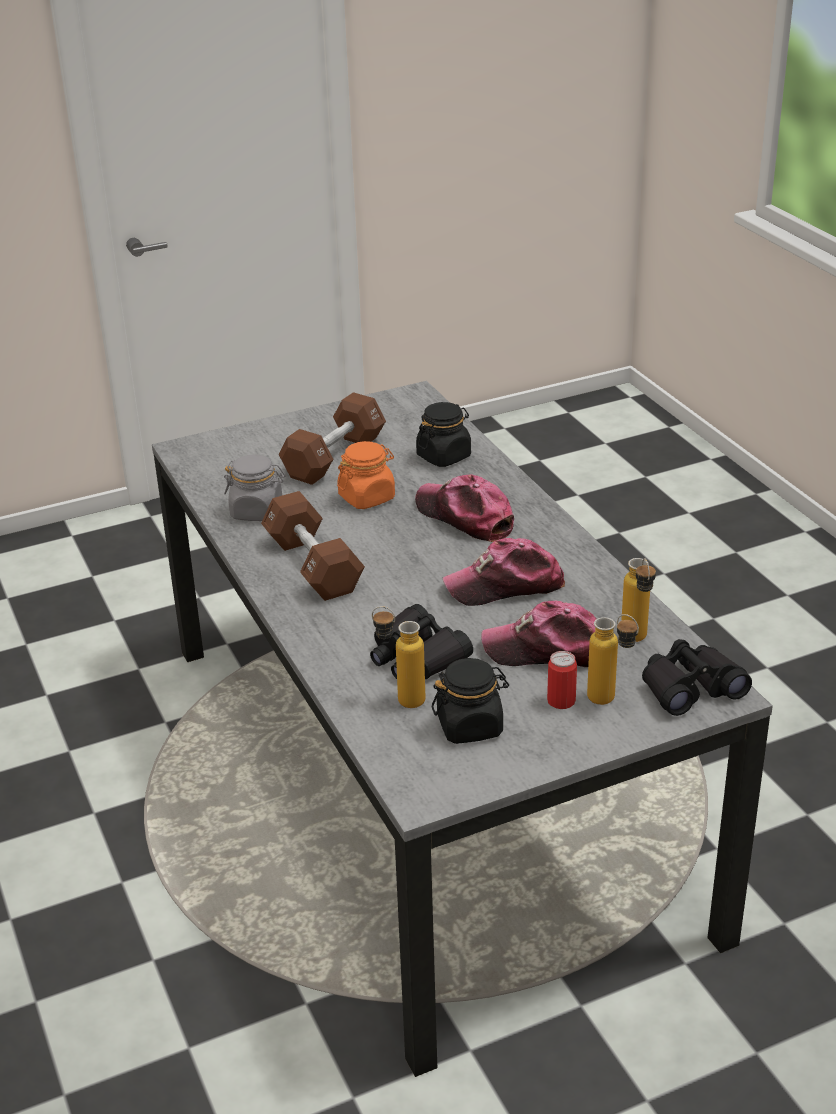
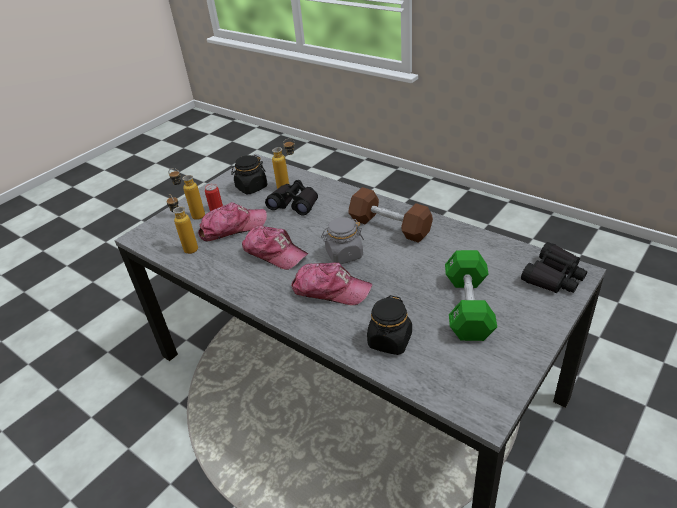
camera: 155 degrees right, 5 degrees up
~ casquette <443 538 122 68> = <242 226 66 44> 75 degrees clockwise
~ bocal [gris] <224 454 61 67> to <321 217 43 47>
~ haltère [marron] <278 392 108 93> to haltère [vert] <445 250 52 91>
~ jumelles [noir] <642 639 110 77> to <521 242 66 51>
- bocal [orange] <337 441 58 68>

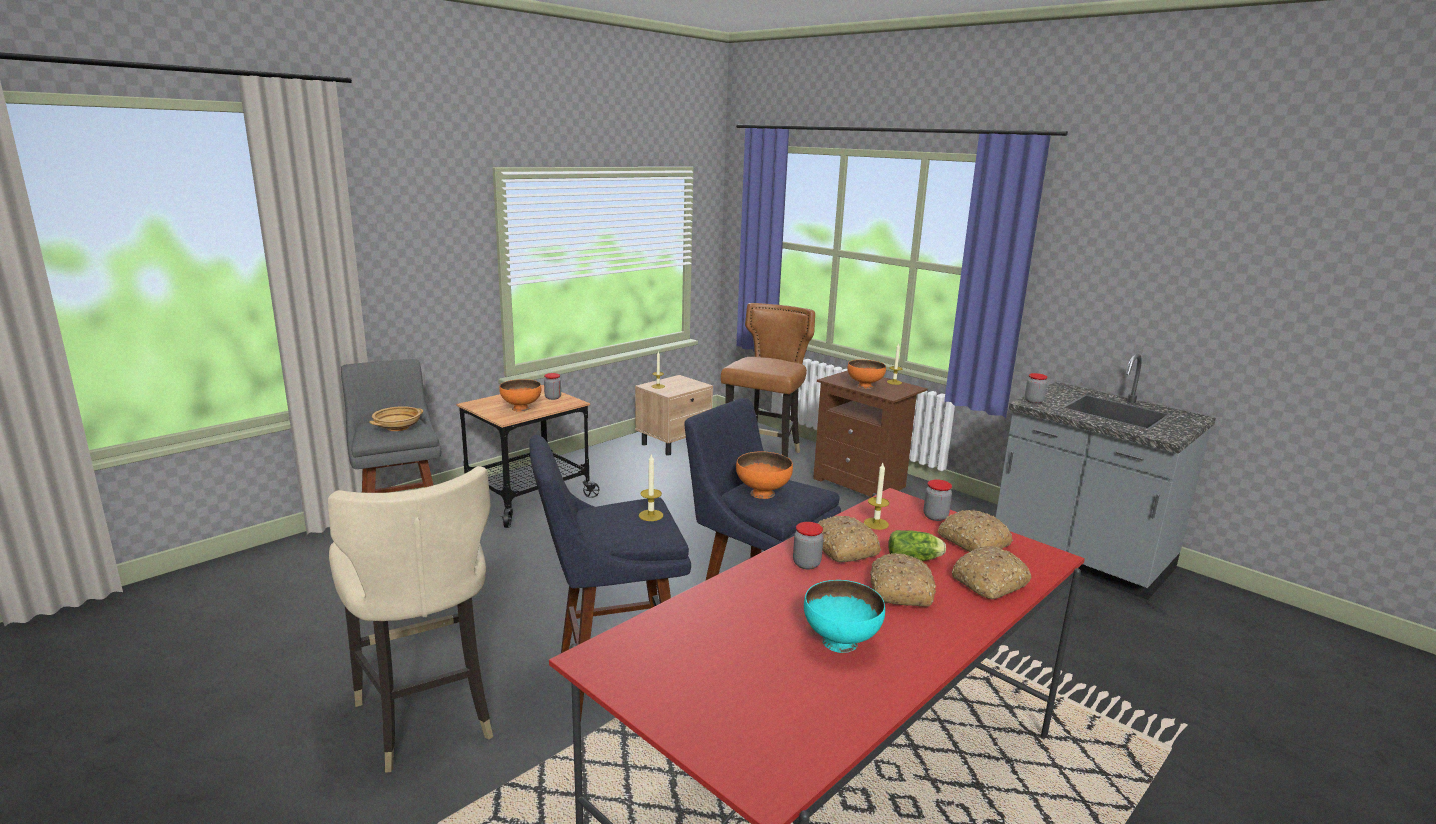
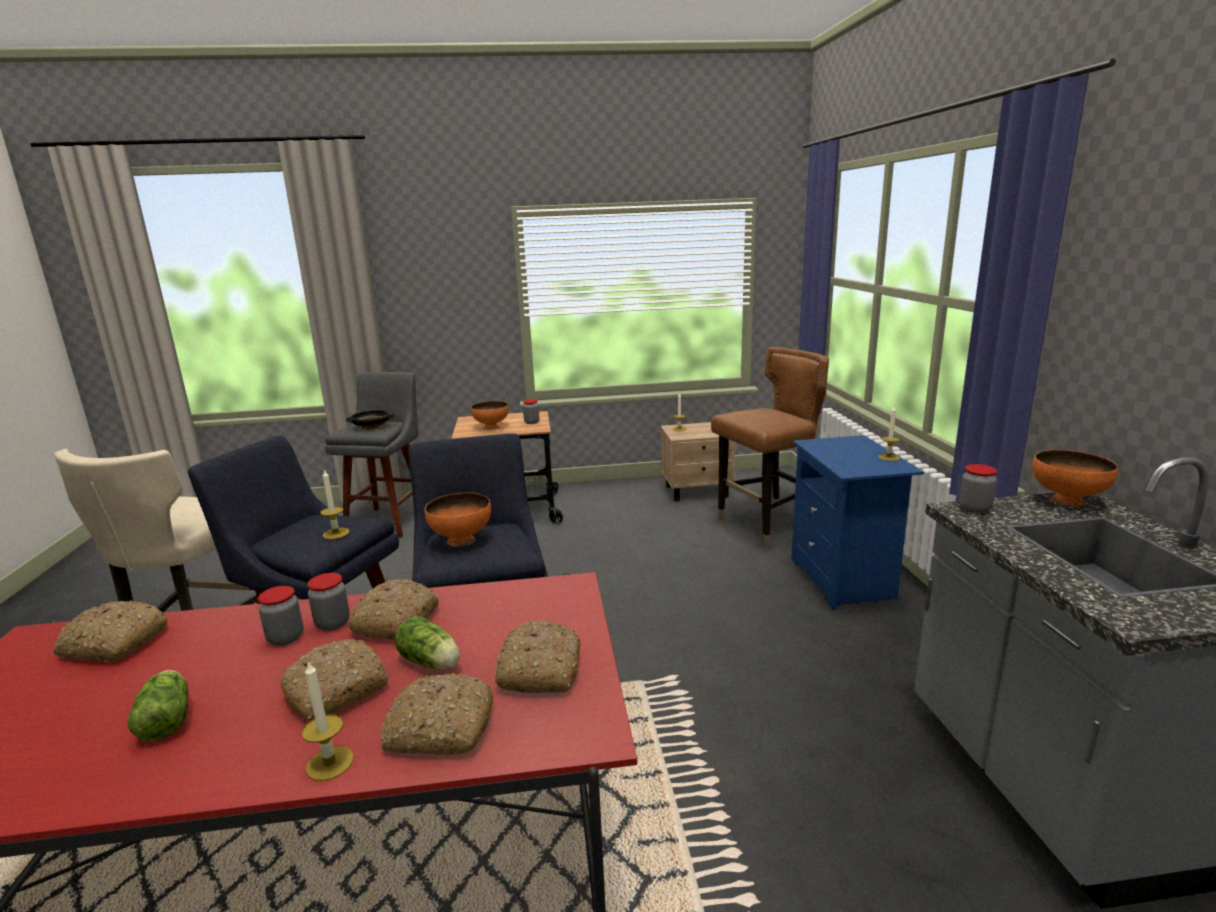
camera: 40 degrees right, 0 degrees up
+ pain <53 600 116 62>
~ bol [turquoise] <804 580 81 73> to laitue <127 670 61 71>
~ bocal <923 479 29 42> to <258 586 45 60>
~ bougie <864 463 25 67> to <301 660 53 121>
~ bol [beige] <369 406 54 25> to bol [noir] <346 410 48 19>
~ table de chevet [marron] <813 370 115 127> to table de chevet [bleu] <791 435 133 175>
~ bol [orange] <847 360 39 29> to <1032 450 86 57>

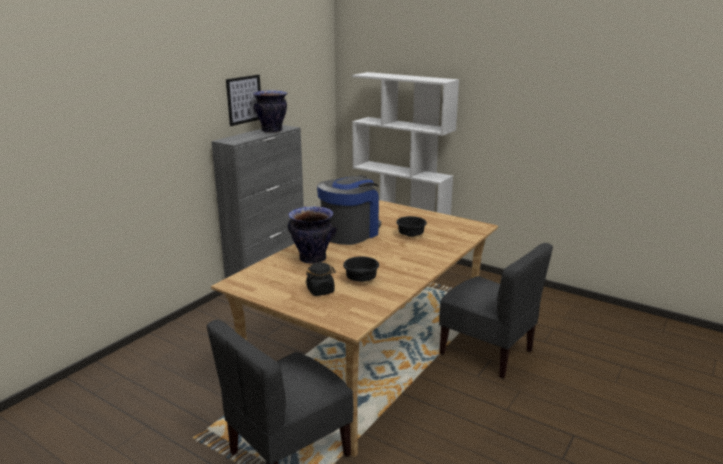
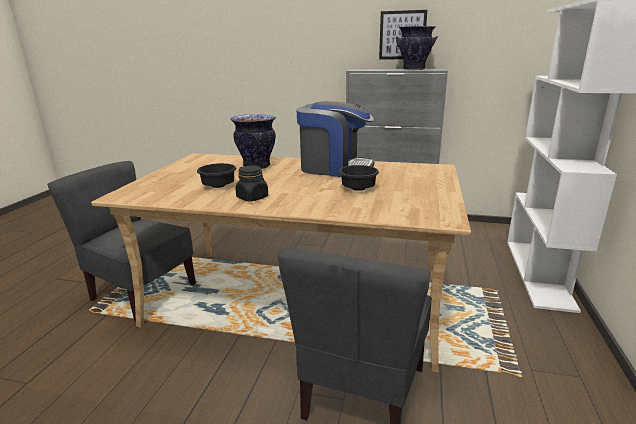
camera: 70 degrees right, 0 degrees up
~ bocal [noir] <305 263 31 33> to <235 166 33 35>

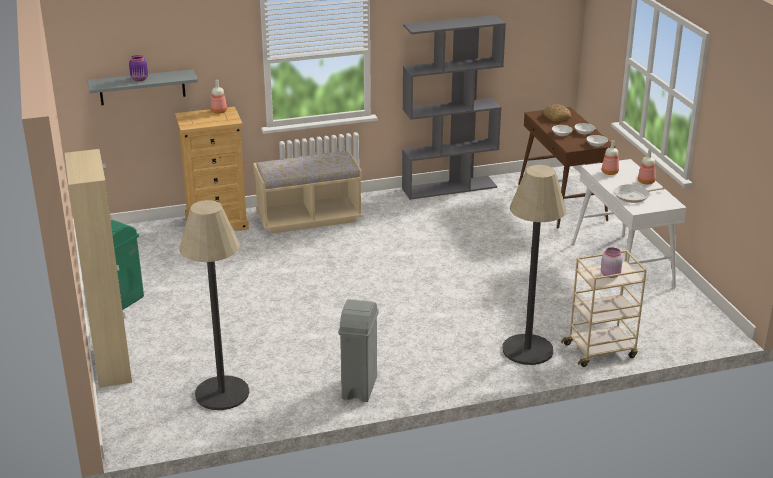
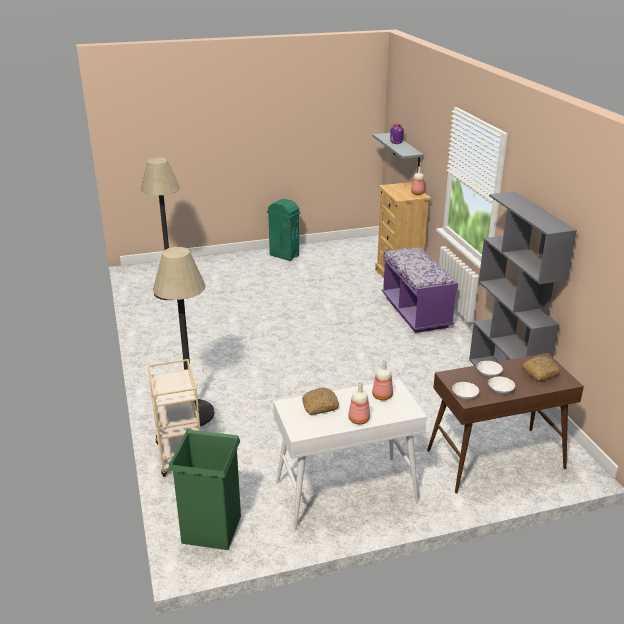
camera: 90 degrees right, 0 degrees up
+ poubelle [vert] <168 430 73 120>
~ poêle <614 185 51 18> to pain <302 388 37 27>
~ banc [beige] <253 151 110 83> to banc [violet] <382 247 76 86>
- meuble de rangement [beige] <65 149 67 239>
- poubelle [gris] <338 299 41 103>
- bocal [rose] <601 247 22 31>

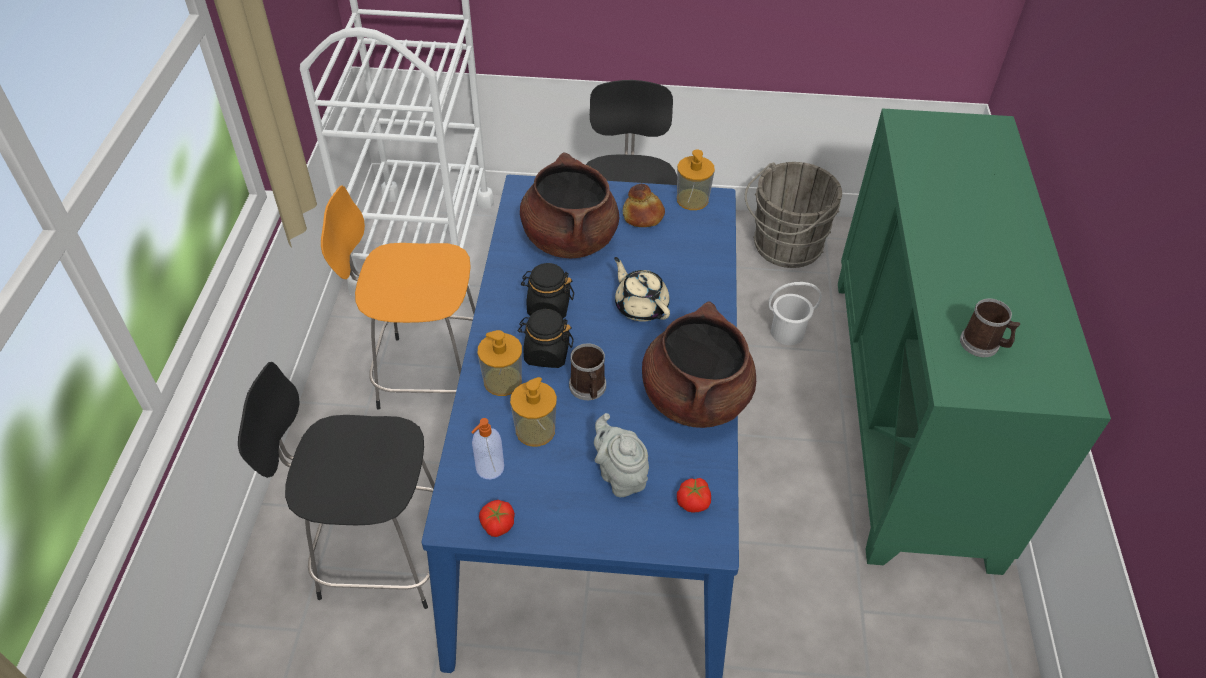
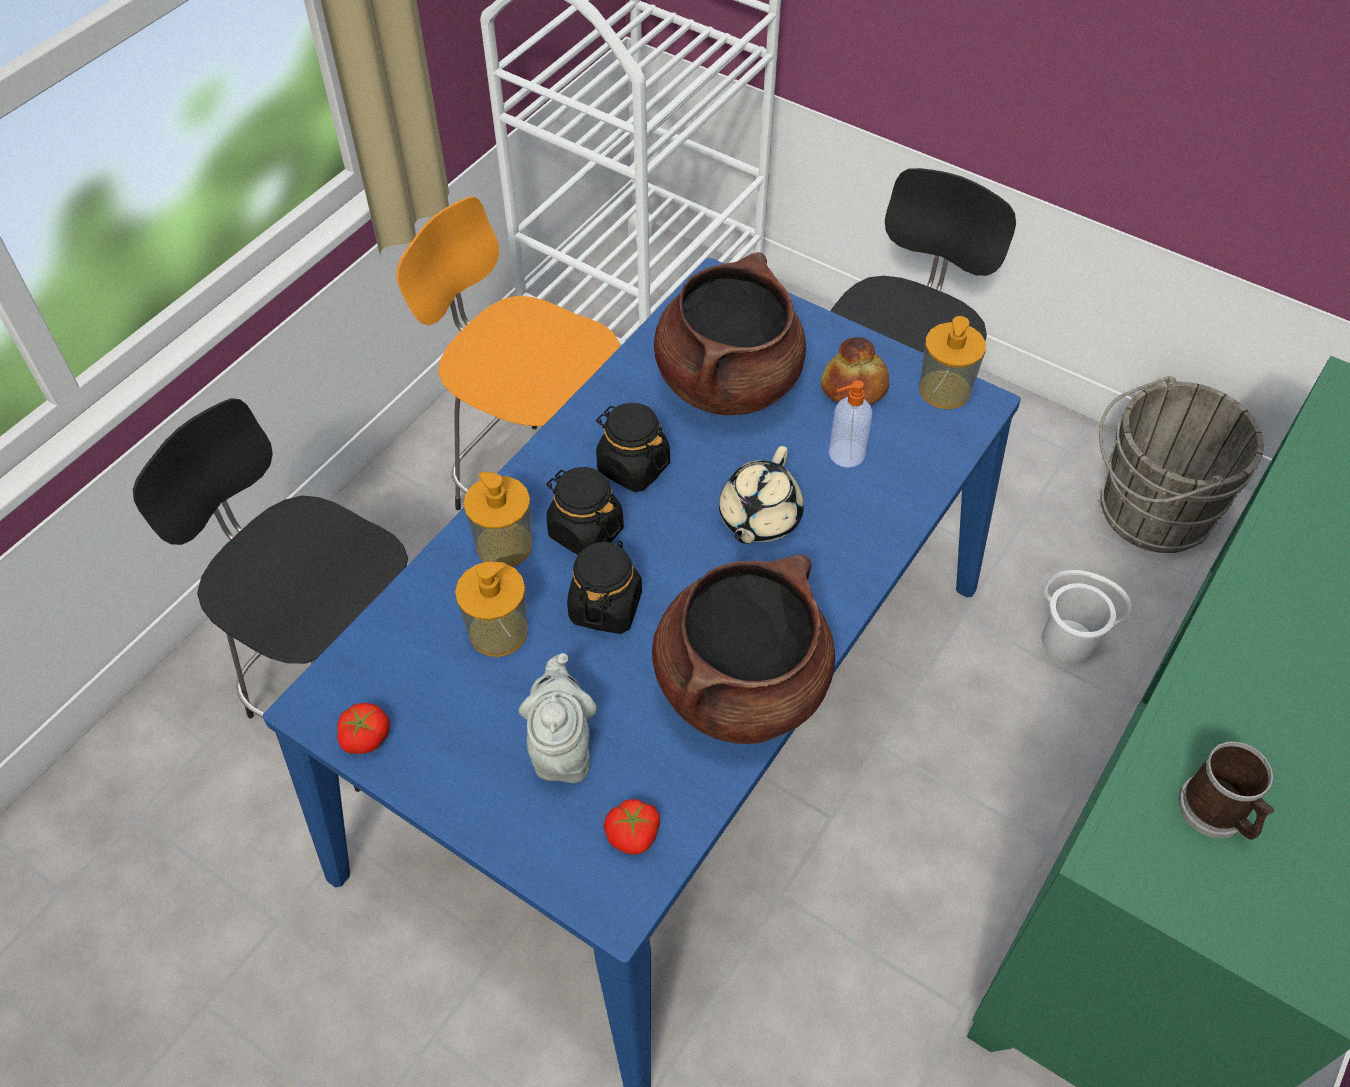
camera: 30 degrees right, 5 degrees up
~ mug <569 343 37 57> to bocal [noir] <567 537 75 97>
~ théière [beige] <614 257 56 65> = <719 446 85 98> 150 degrees counterclockwise
~ distributeur de savon <471 418 33 62> to <829 380 43 88>

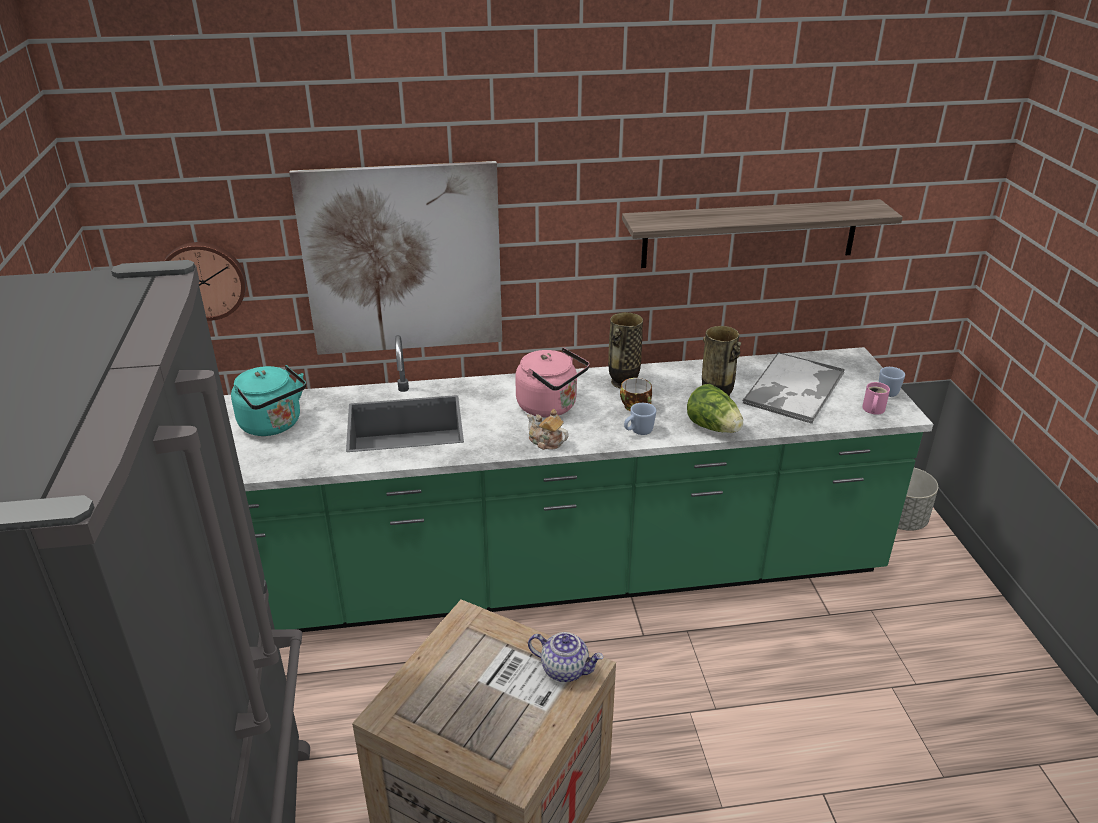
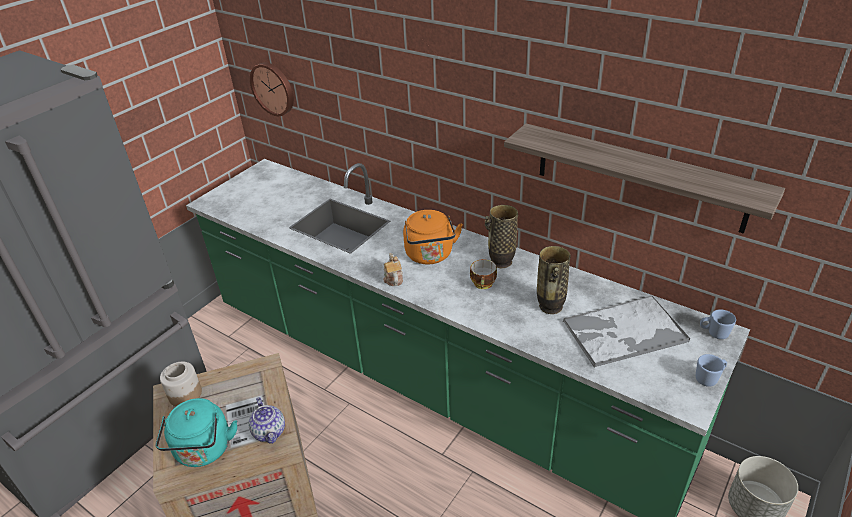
camera: 45 degrees right, 5 degrees up
~ bouilloire [turquoise] <231 365 75 71> to <155 398 82 69>
+ bocal <160 362 42 44>
~ bouilloire [rose] <515 347 74 70> to bouilloire [orange] <403 210 60 54>
~ mug [bleu] <624 403 32 32> to <700 309 36 30>
- tableau <289 161 213 194>
- laitue <687 384 56 49>
- mug [rose] <862 382 28 33>

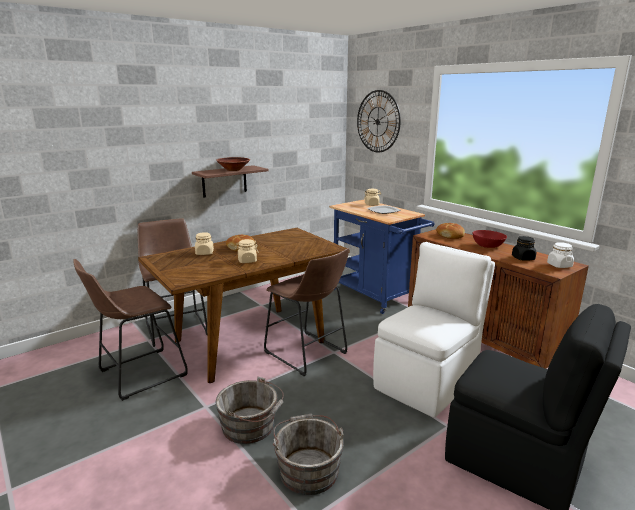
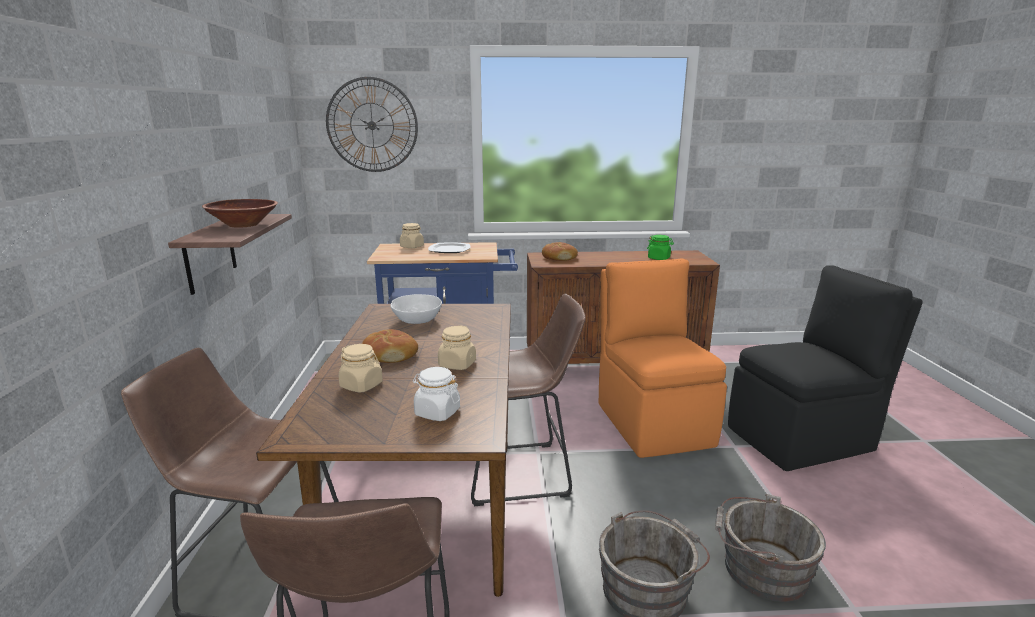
camera: 55 degrees left, 0 degrees up
+ bol [blanc] <390 294 52 30>
~ bocal [blanc] <547 242 27 26> to <413 367 47 54>
~ chaise [blanc] <373 242 122 175> to chaise [orange] <599 259 128 199>
~ bocal [noir] <512 236 24 25> to bocal [vert] <647 235 27 25>
- bol [rouge] <473 230 34 18>

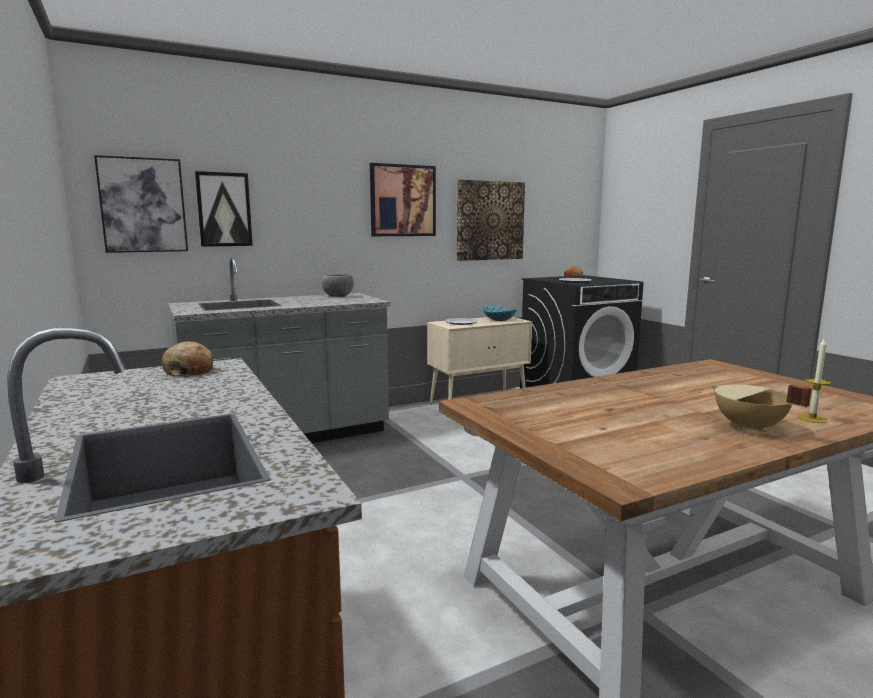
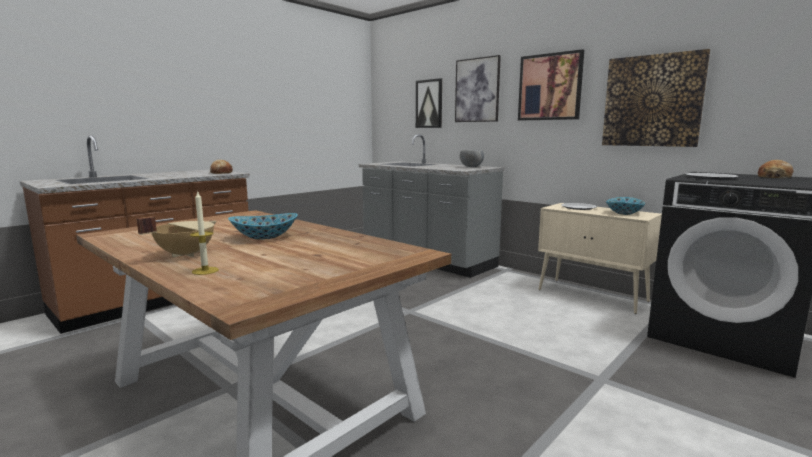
camera: 70 degrees right, 0 degrees up
+ bol <228 213 70 27>
~ tableau <94 155 94 98> to <455 55 46 67>

